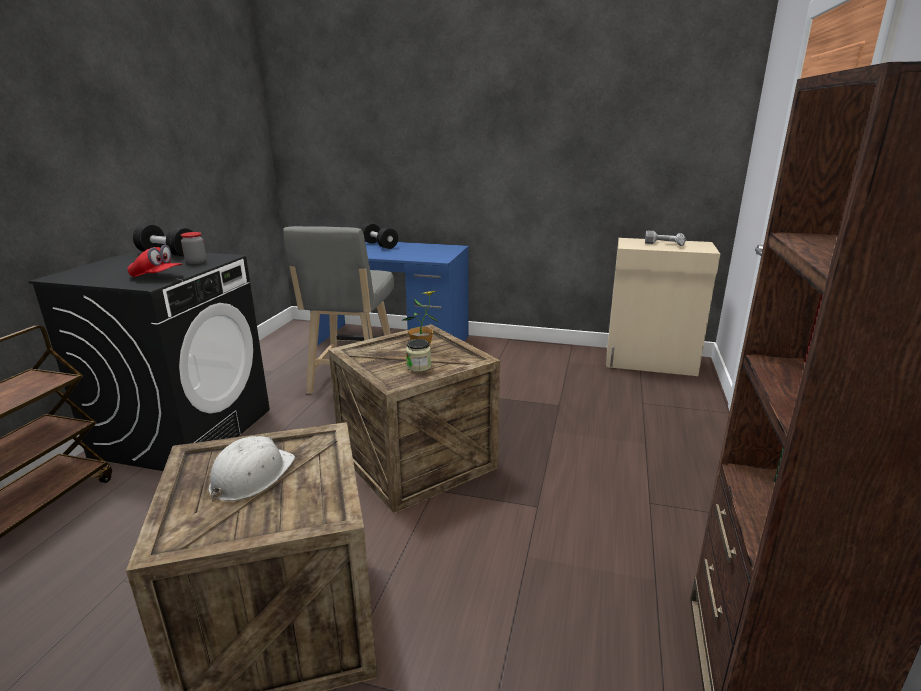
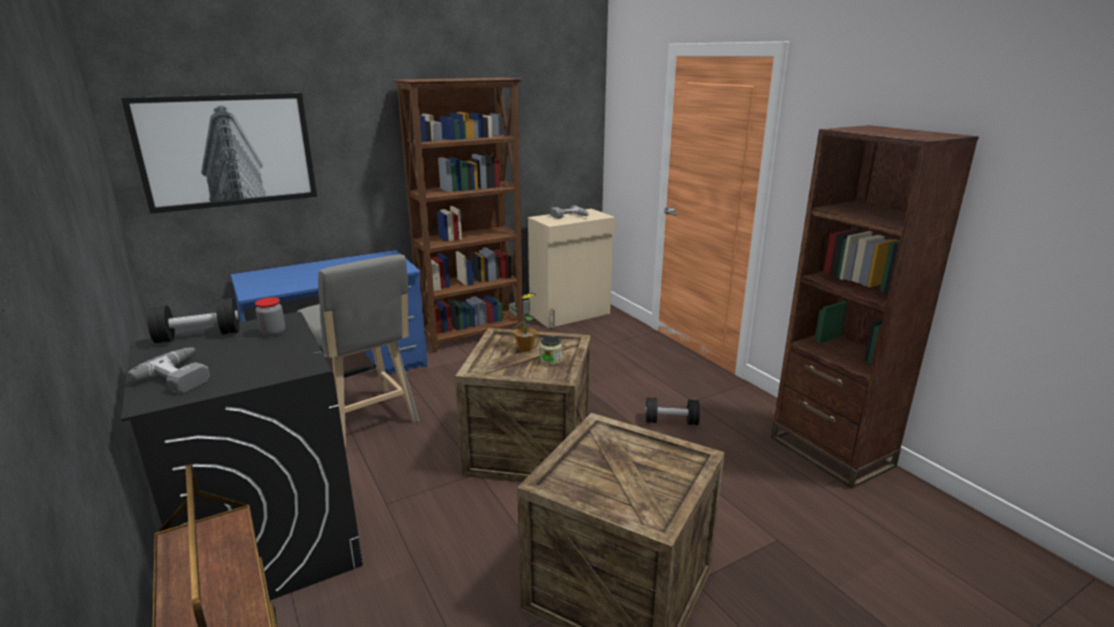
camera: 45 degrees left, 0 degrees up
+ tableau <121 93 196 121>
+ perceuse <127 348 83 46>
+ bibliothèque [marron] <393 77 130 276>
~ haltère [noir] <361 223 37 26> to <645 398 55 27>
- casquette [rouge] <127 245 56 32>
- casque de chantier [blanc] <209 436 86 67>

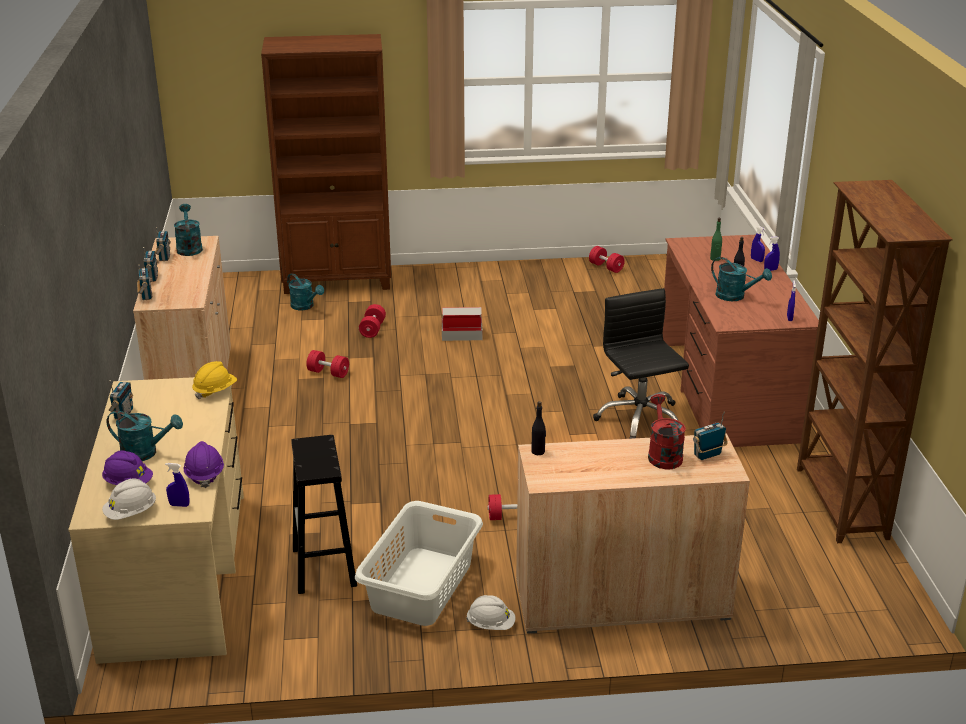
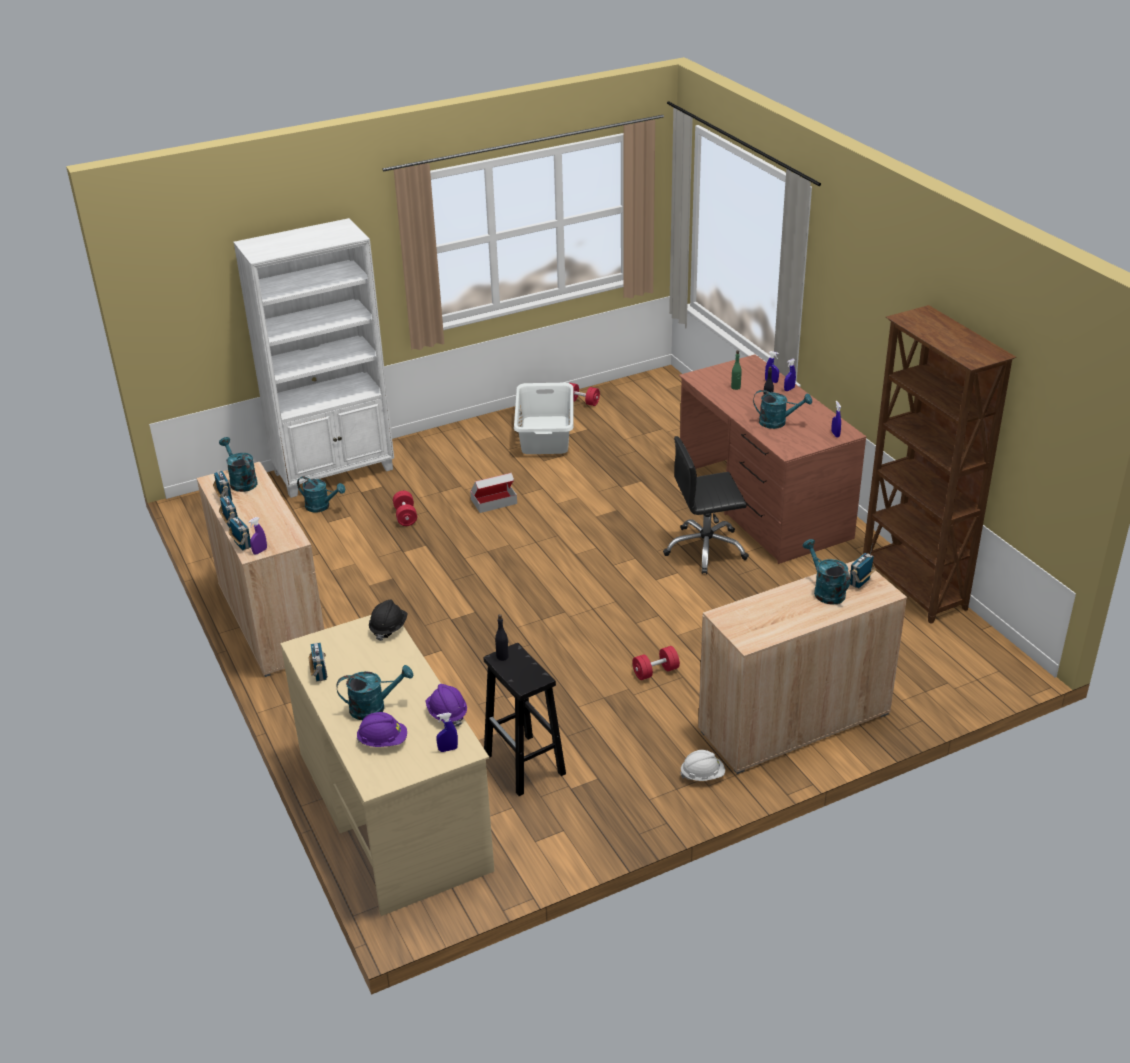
camera: 20 degrees left, 5 degrees up
~ bibliothèque [marron] <261 34 130 260> to bibliothèque [blanc] <233 218 161 280>
+ vaporisateur [violet] <248 517 19 38>
~ casque de chantier [jaune] <192 361 45 38> to casque de chantier [noir] <369 599 39 42>
~ bouteille [noir] <531 401 15 54> to <495 614 14 47>
~ panier à linge [blanc] <355 501 128 125> to <514 383 60 71>
~ chaise de bureau [noir] <593 288 96 151> = <663 436 86 138> 60 degrees counterclockwise
~ arrosoir [rouge] <648 394 38 76> to arrosoir [turquoise] <803 539 47 66>
- casque de chantier [blanc] <102 479 54 41>
- haltère [rouge] <306 350 43 28>

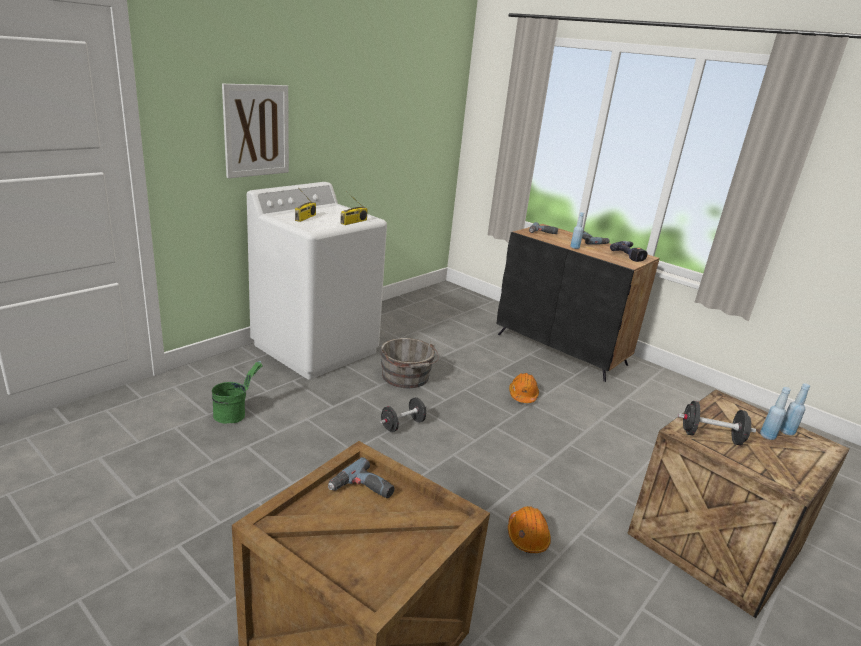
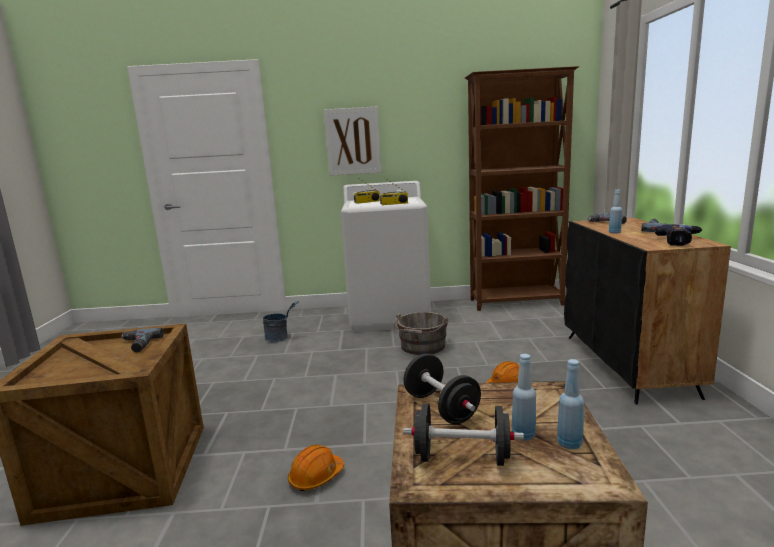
camera: 50 degrees right, 10 degrees down
~ seau [vert] <212 361 50 63> to seau [gris] <263 301 36 41>
~ haltère [noir] <380 397 46 35> to <403 403 121 63>
+ bibliothèque [marron] <465 66 114 245>

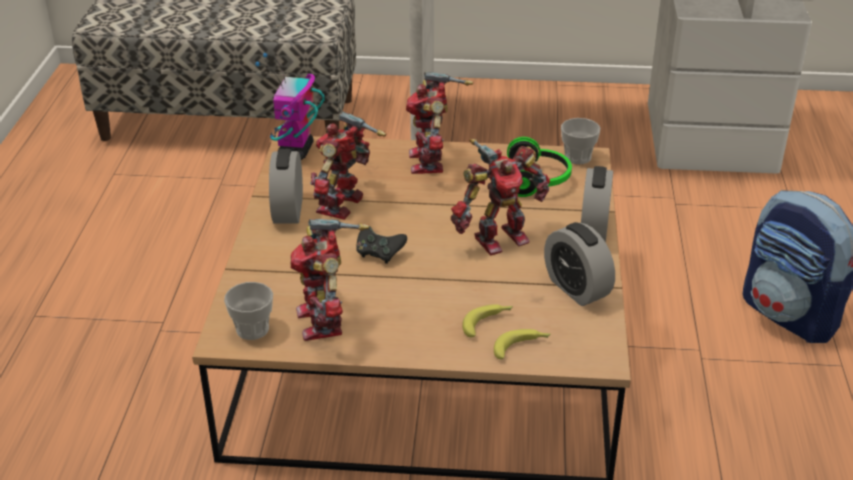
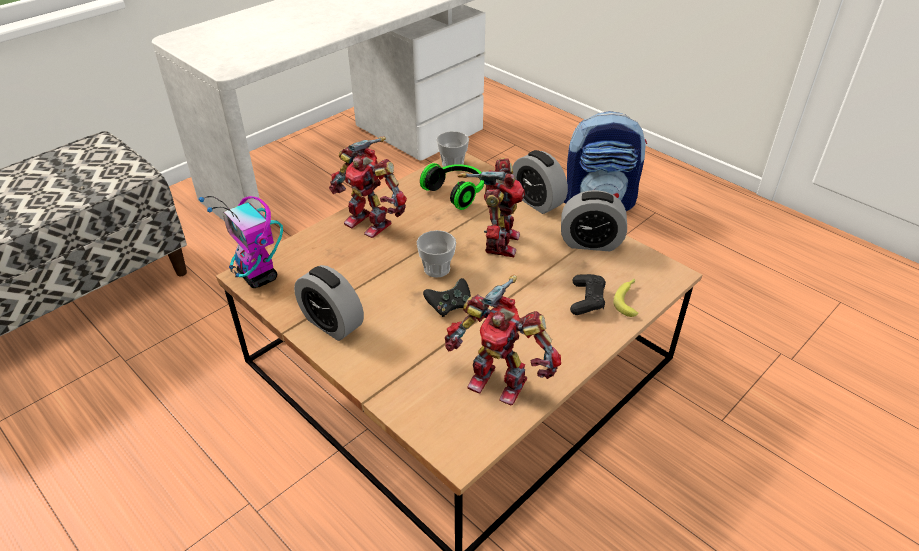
camera: 50 degrees left, 5 degrees up
~ tasse <224 282 49 58> to <417 230 39 47>
~ banane <462 304 51 33> to manette [noir] <570 274 36 41>
- robot jouet <310 112 76 108>

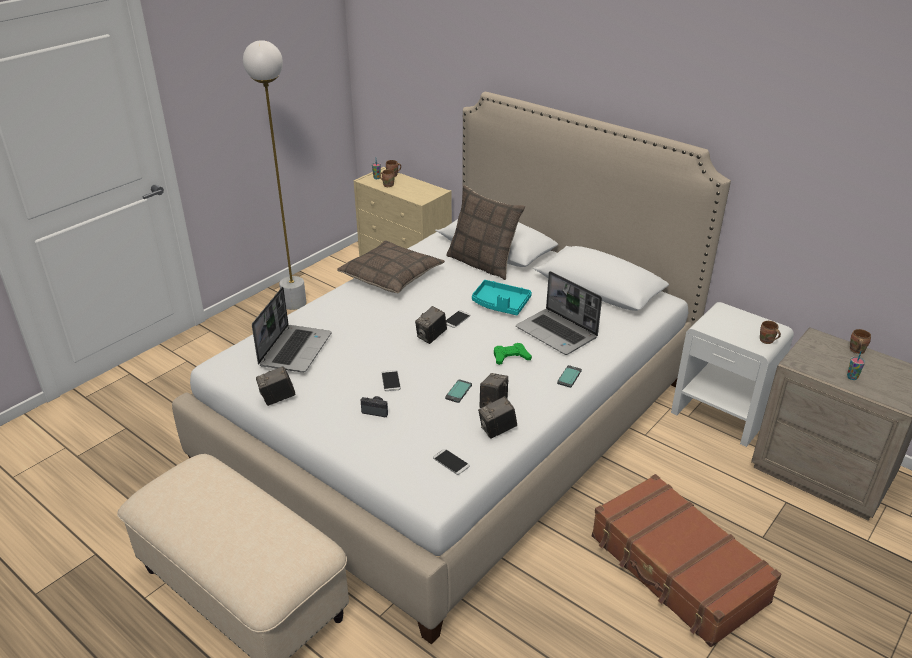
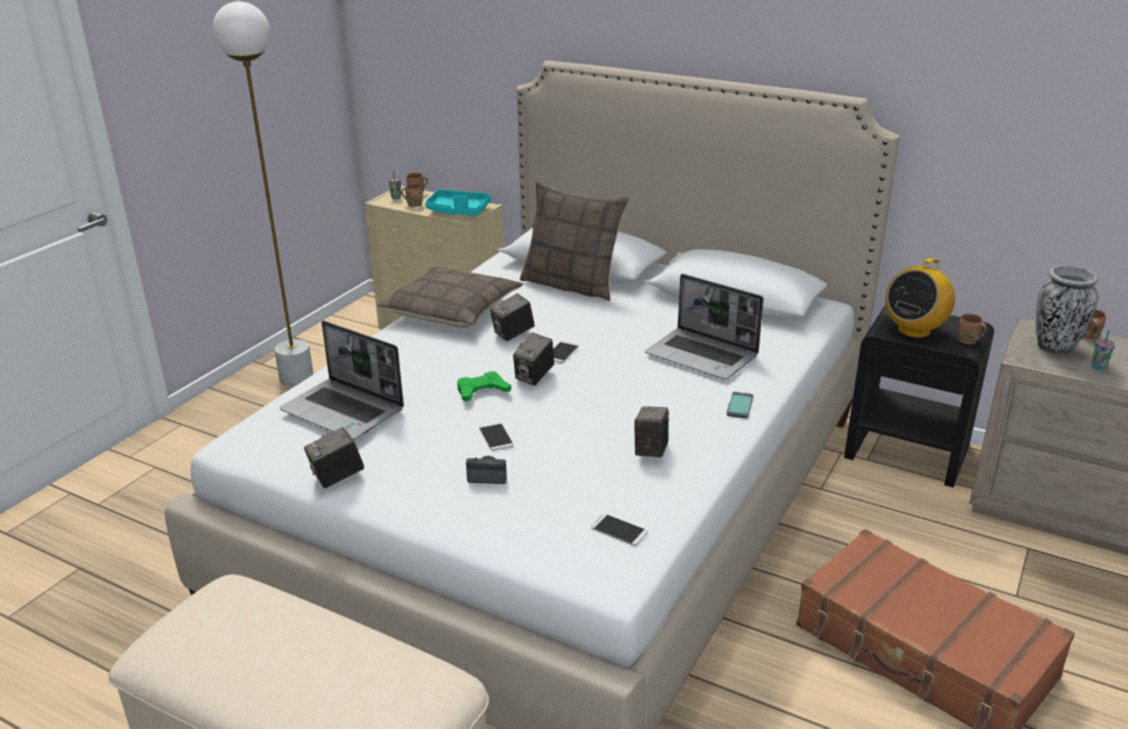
camera: 10 degrees left, 5 degrees down
~ ordinateur portable <252 287 80 85> = <280 321 124 119> 120 degrees clockwise
~ plateau [turquoise] <472 280 60 35> to <425 189 66 27>
~ manette [vert] <494 343 38 22> to <457 371 54 31>
~ appareil photo <478 396 39 43> to <490 293 45 48>
~ table de chevet [blanc] <671 302 123 145> to table de chevet [noir] <844 305 150 183>
+ radio <885 258 70 80>
+ vase <1036 265 62 89>
- téléphone <445 379 27 24>

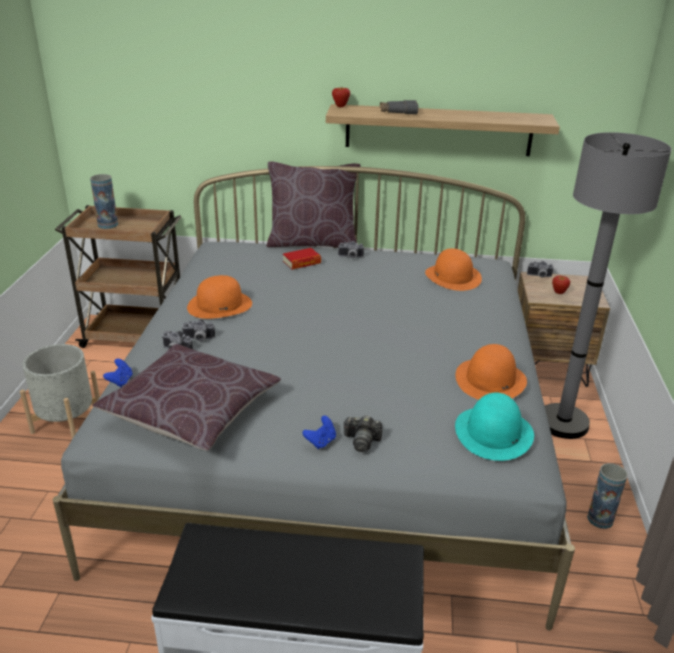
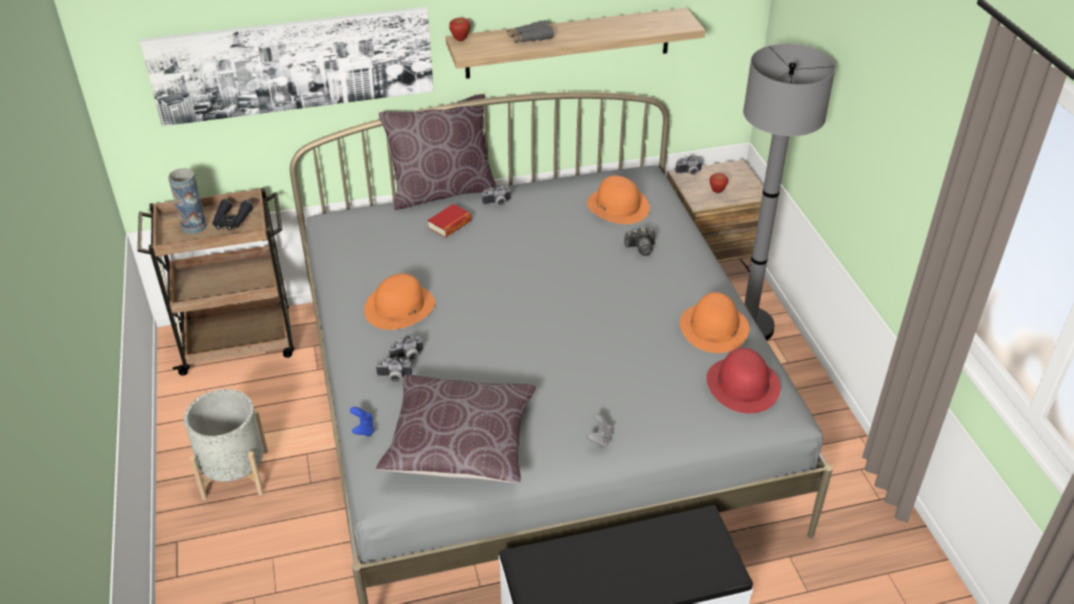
camera: 20 degrees left, 10 degrees up
+ tableau <140 7 294 119>
+ jumelles [noir] <212 199 41 31>
~ manette [bleu] <302 416 34 33> to manette [gris] <586 413 27 34>
~ appareil photo <343 415 39 37> to <624 227 32 29>
~ chapeau [turquoise] <455 393 79 68> to chapeau [rouge] <706 348 75 65>
- vase <587 463 41 66>

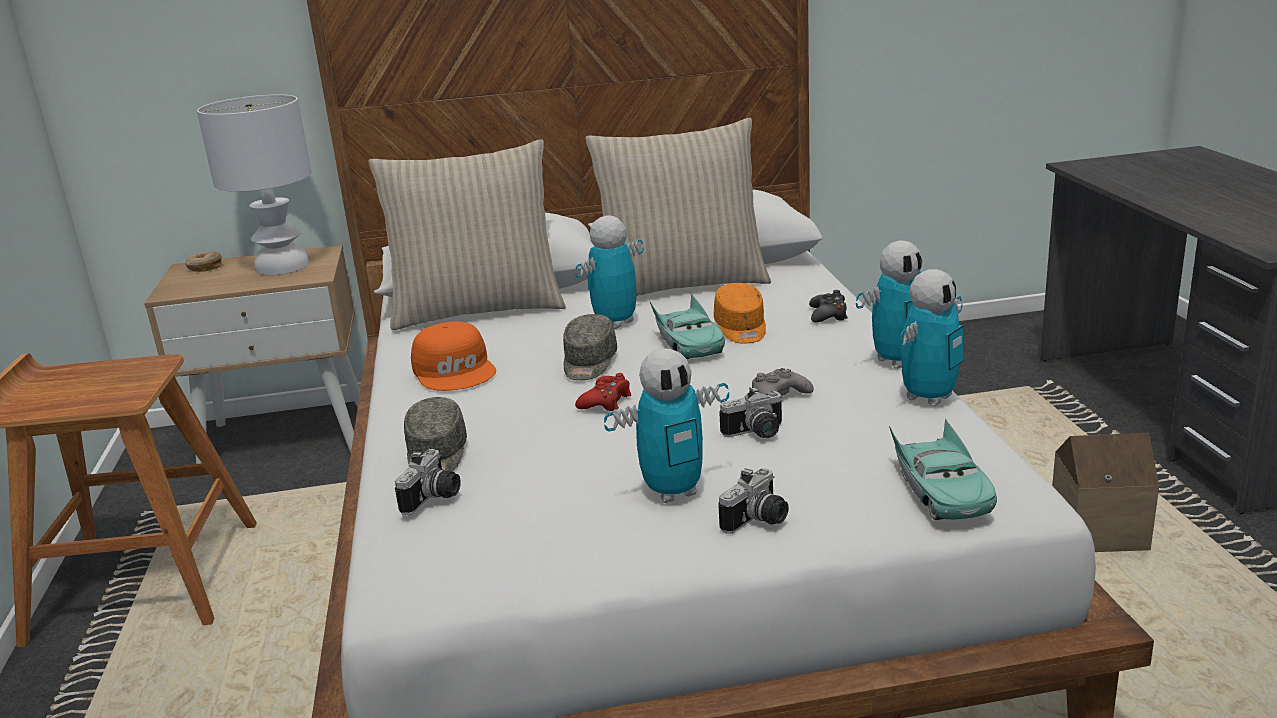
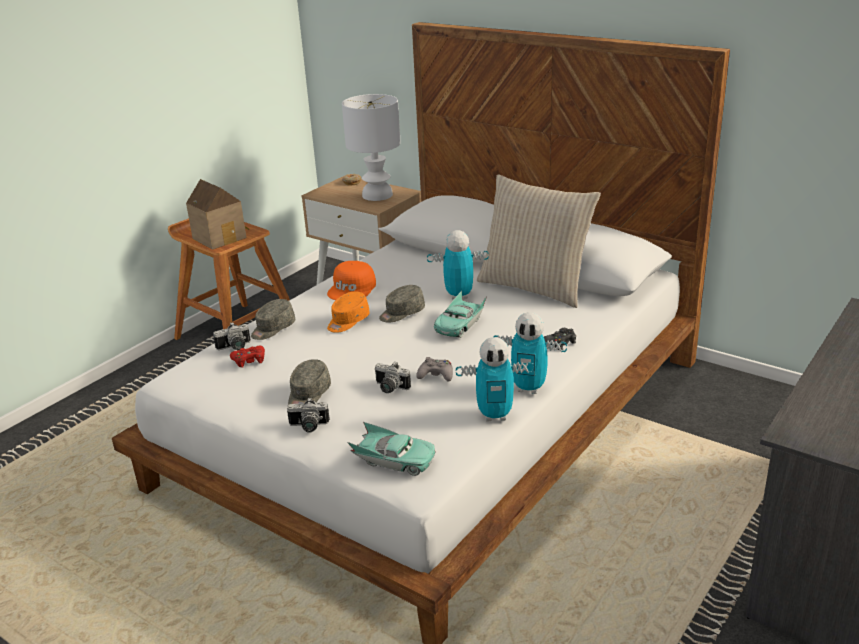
camera: 45 degrees right, 5 degrees up
~ maison miniature <1052 433 107 119> to <186 179 64 71>
~ manette [rouge] <575 373 56 38> to <230 346 35 22>
~ robot jouet <604 348 125 155> to casquette [gris] <288 359 43 46>
~ casquette [orange] <714 283 52 61> to <327 291 43 42>
~ petite voiture [turquoise] <889 418 108 102> = <347 422 89 54> 105 degrees counterclockwise
- coussin [beige] <369 139 197 191>

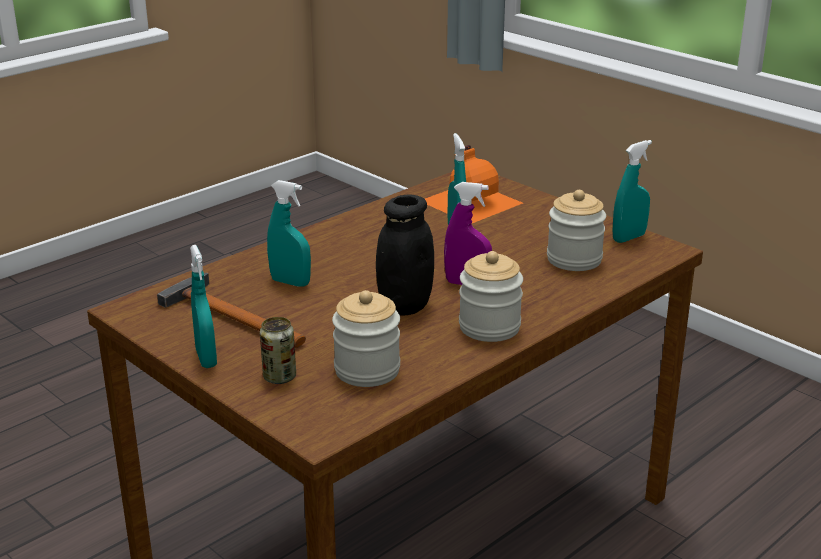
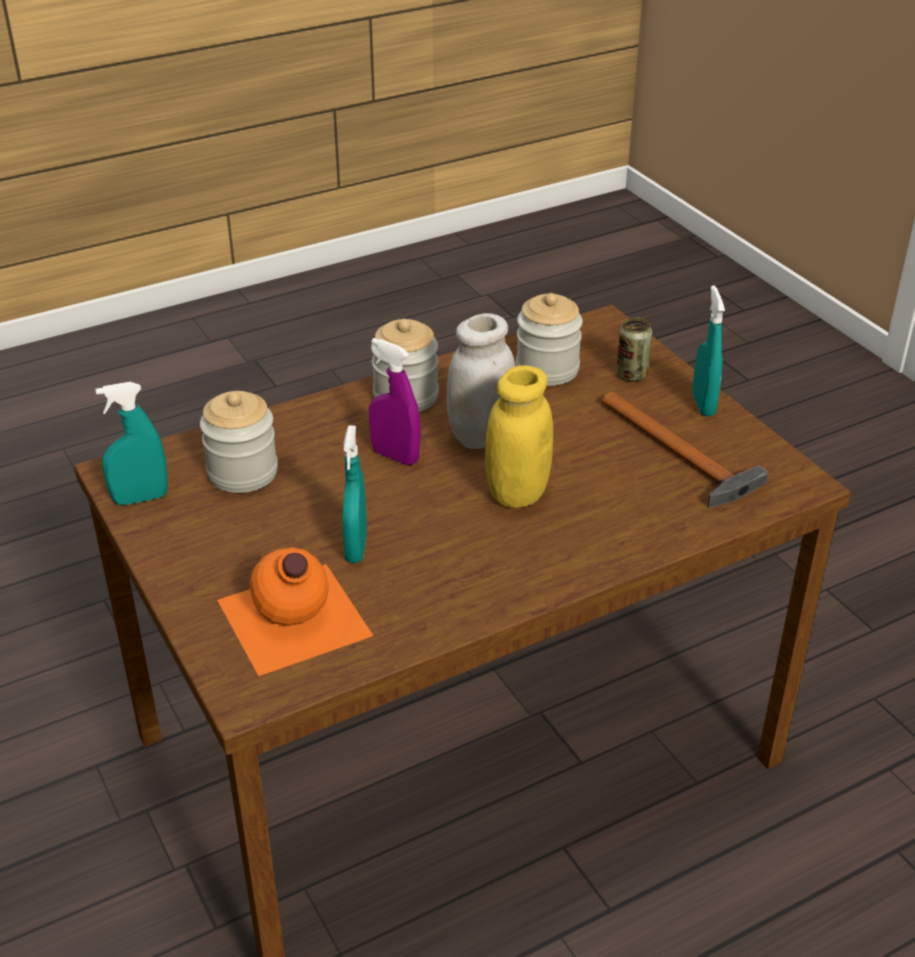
camera: 165 degrees left, 10 degrees up
~ bocal [noir] <376 195 58 121> to bocal [blanc] <447 313 68 136>
+ bocal [jaune] <485 365 68 143>
- vaporisateur [turquoise] <267 180 44 107>

